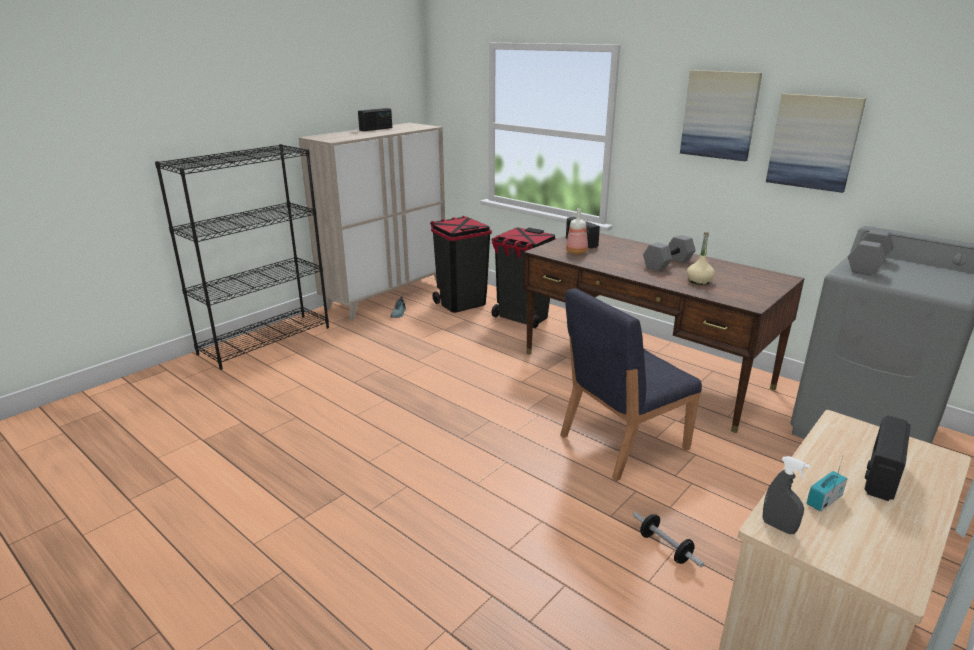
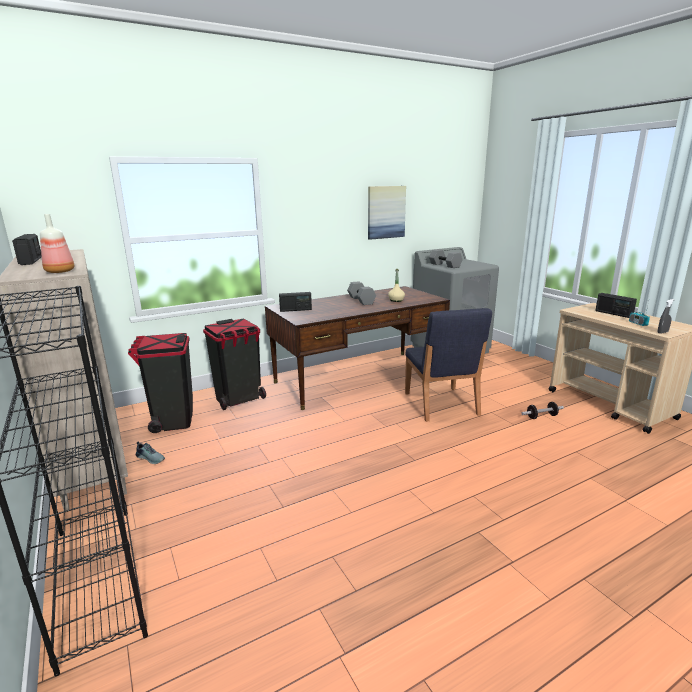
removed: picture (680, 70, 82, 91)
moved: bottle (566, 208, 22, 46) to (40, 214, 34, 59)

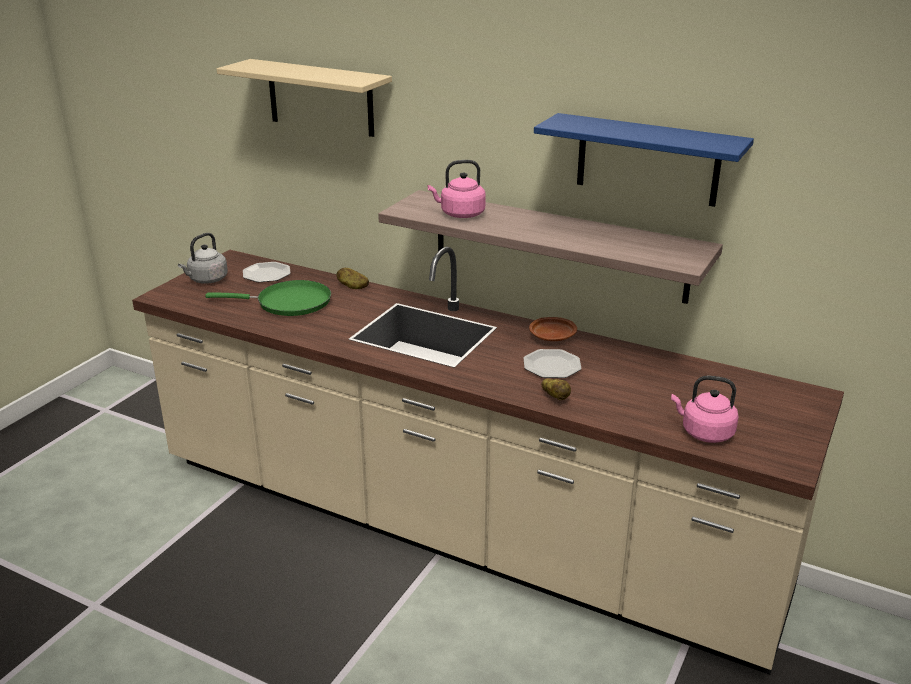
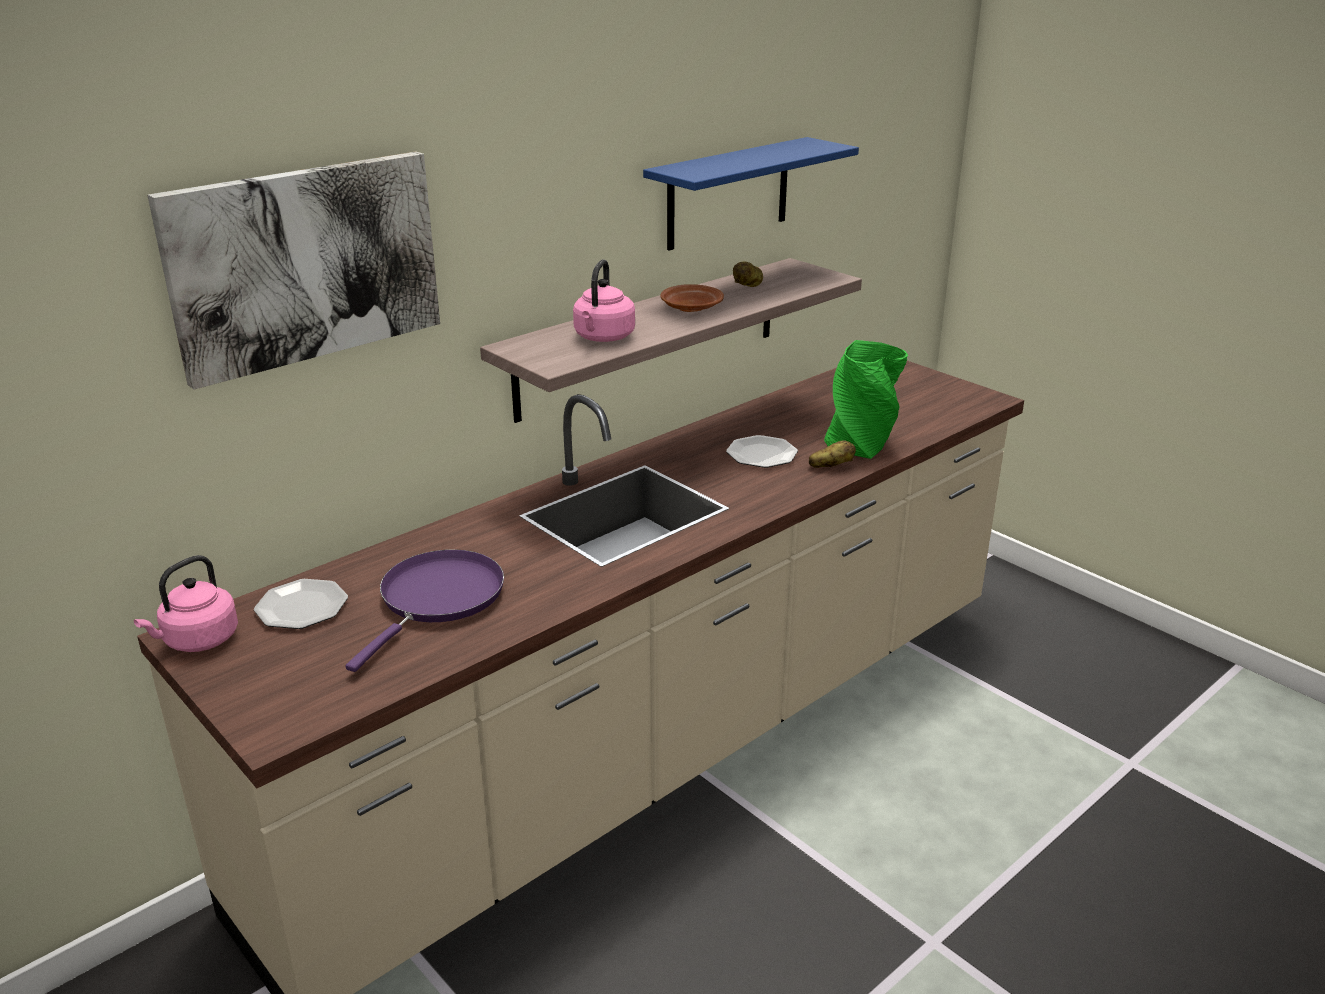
removed: grey kettle (178, 233, 50, 51)
added: green vase (824, 340, 84, 119)
moved: potato (336, 268, 33, 21) to (733, 262, 30, 25); brown plate (529, 317, 48, 24) to (660, 284, 64, 28); pink kettle (671, 376, 68, 67) to (134, 555, 104, 97)
replaced: beige shelf (217, 59, 175, 78) to picture (147, 152, 293, 237)
recoloured: green frying pan (205, 280, 126, 36) to purple frying pan (345, 549, 159, 123)

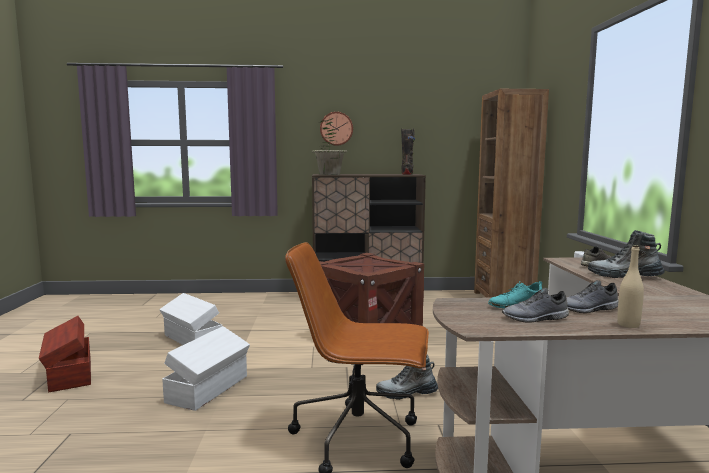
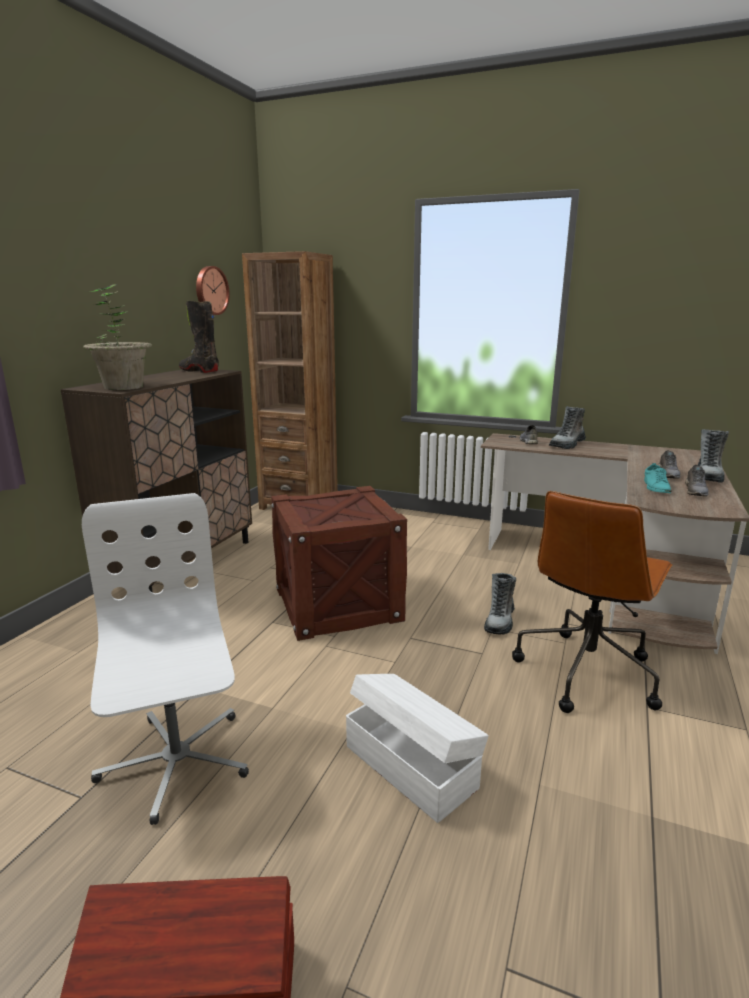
moved: wall clock (320, 112, 33, 34) to (196, 266, 34, 49)
replaced: beige bottle (617, 245, 27, 83) to boot (698, 429, 31, 54); white storage box (159, 293, 63, 52) to white office chair (82, 493, 167, 332)

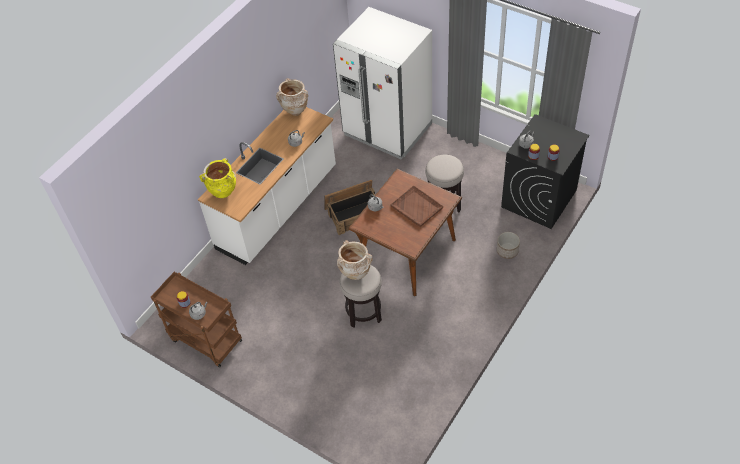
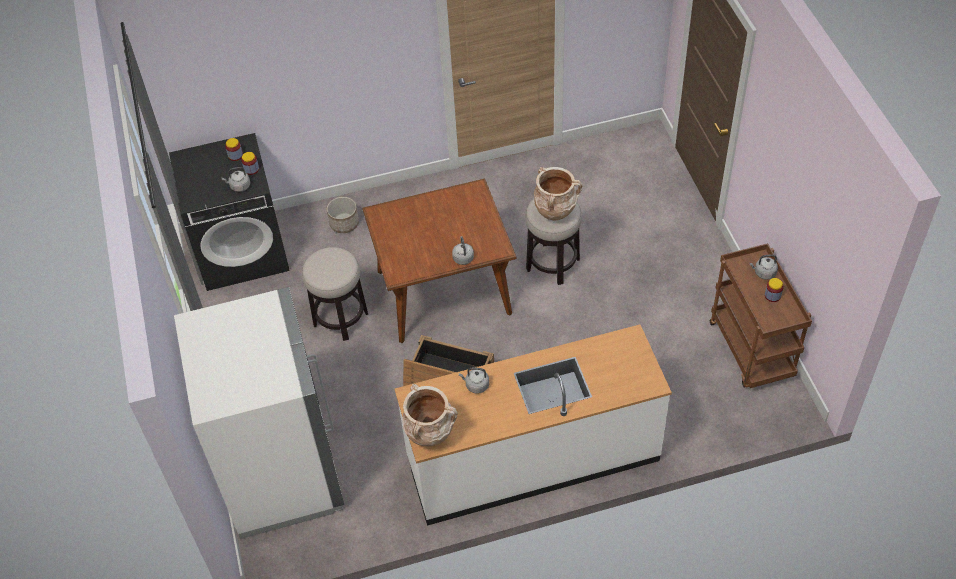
removed: yellow vase (199, 158, 37, 40); brown tray (390, 186, 53, 41)

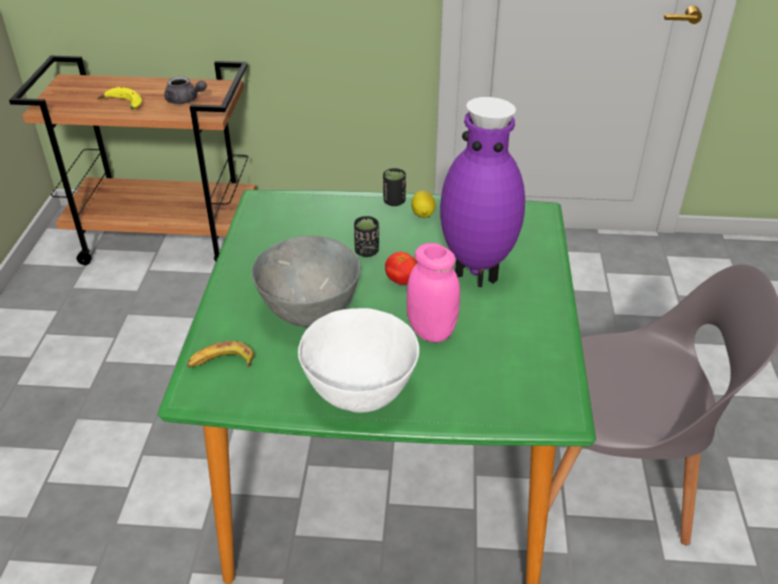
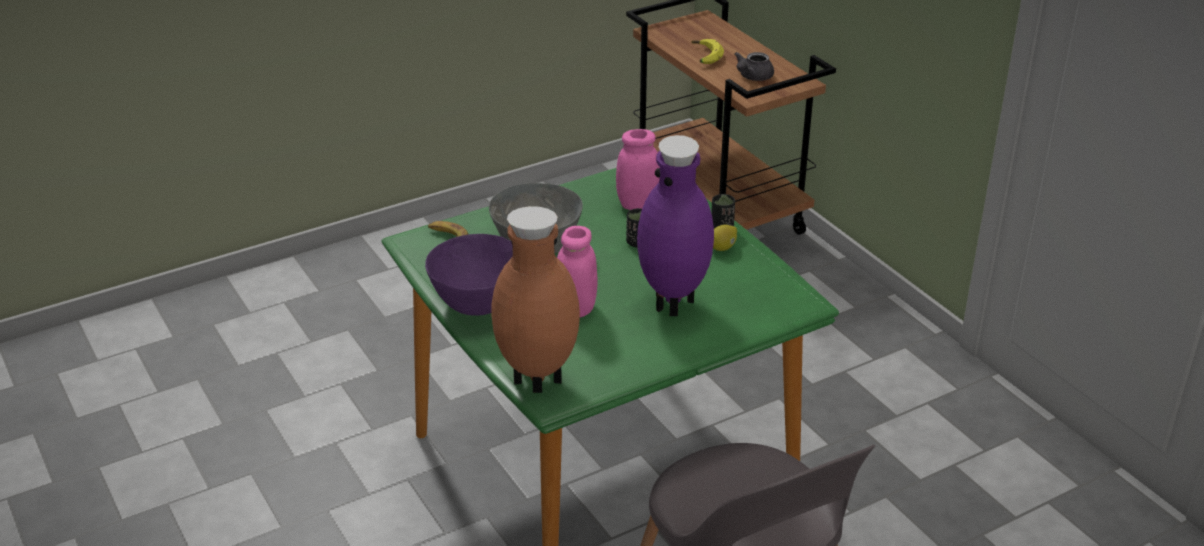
removed: tomato (385, 252, 32, 33)
added: pink jar (616, 129, 44, 81); brown vase (491, 206, 89, 187)
recoloured: white bowl (298, 308, 121, 105) to purple bowl (425, 234, 88, 82)
turned: grey teapot (164, 76, 43, 28) = (734, 52, 40, 29) 45 degrees clockwise

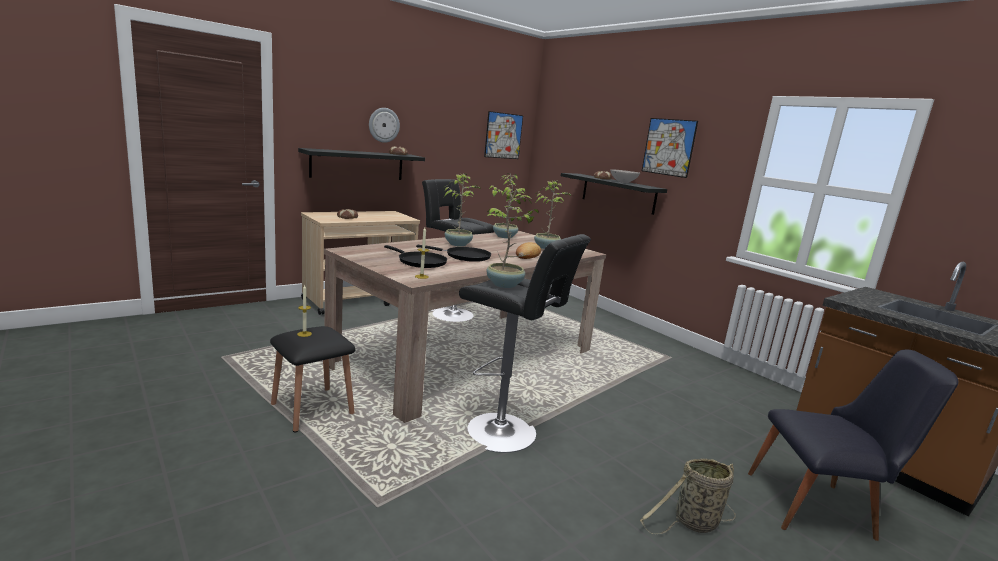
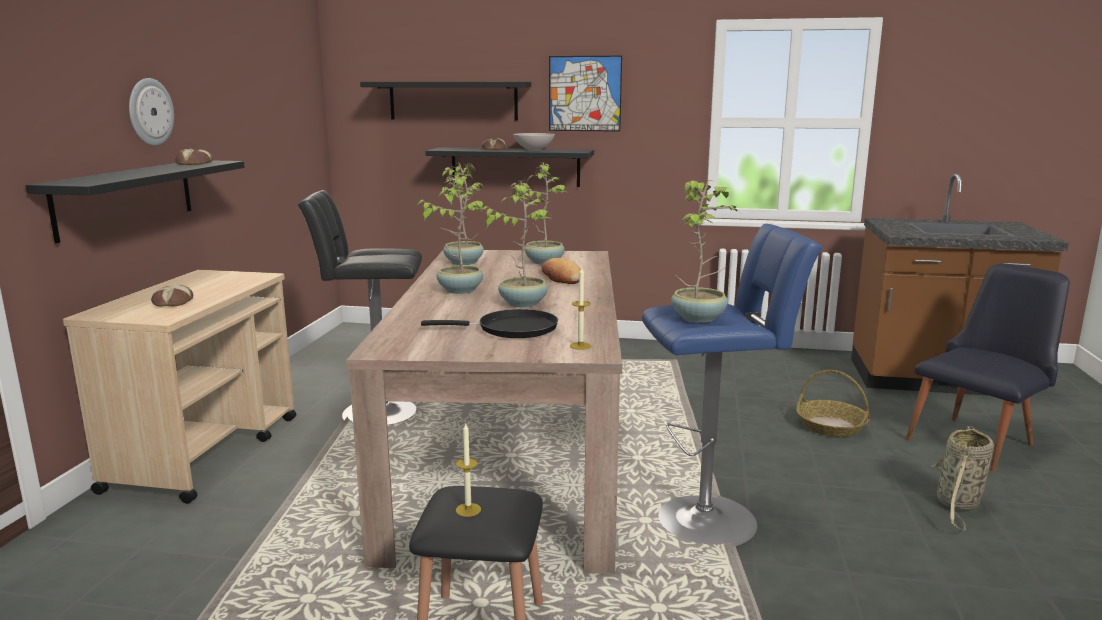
removed: picture (484, 111, 39, 48)
added: black shelf (360, 82, 171, 39); basket (796, 370, 74, 67)
replaced: black frying pan (416, 245, 75, 17) to potted plant (481, 181, 70, 127)
recoloured: black stool (459, 234, 132, 219) to blue stool (642, 224, 180, 323)

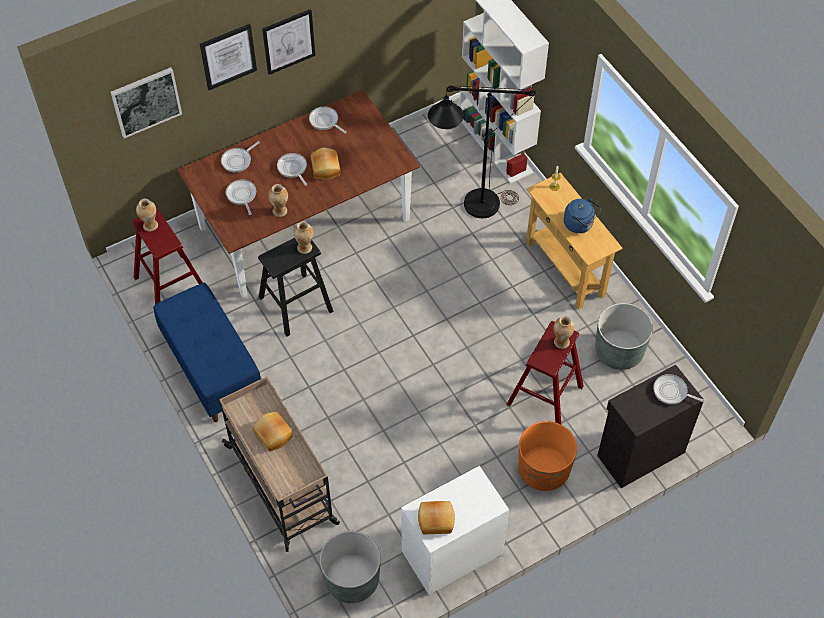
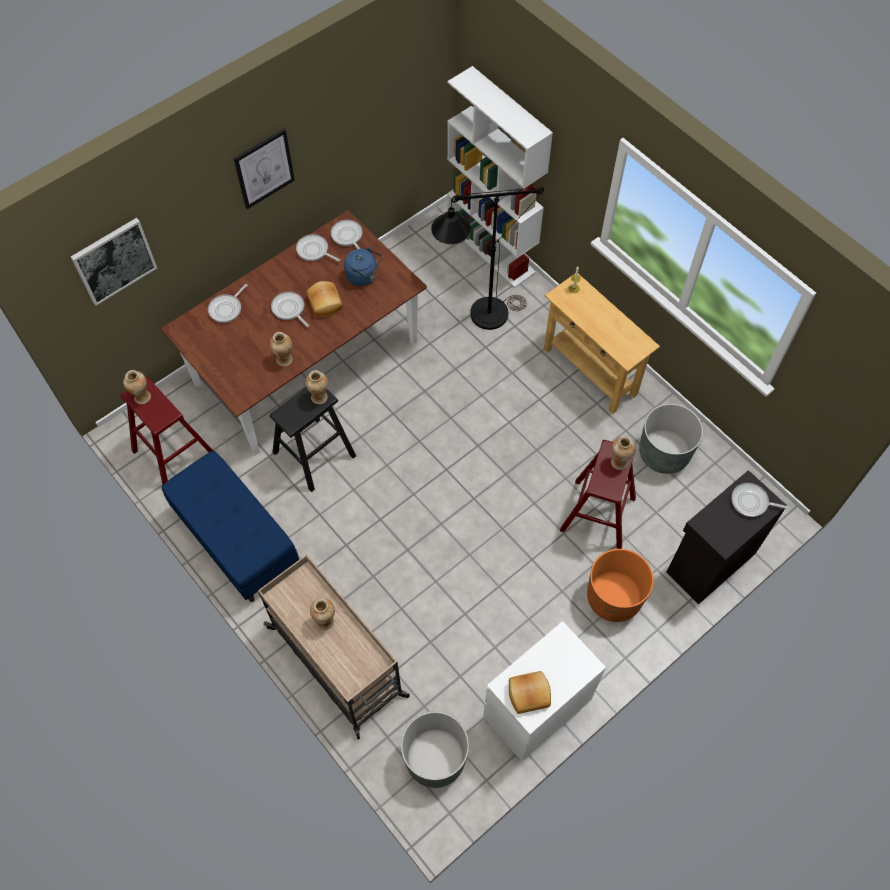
removed: picture (200, 24, 57, 66)
moved: frying pan (226, 179, 30, 36) to (331, 220, 32, 29); blue kettle (564, 198, 38, 35) to (344, 247, 38, 39)
replaced: bread (253, 412, 40, 39) to vase (310, 598, 25, 32)

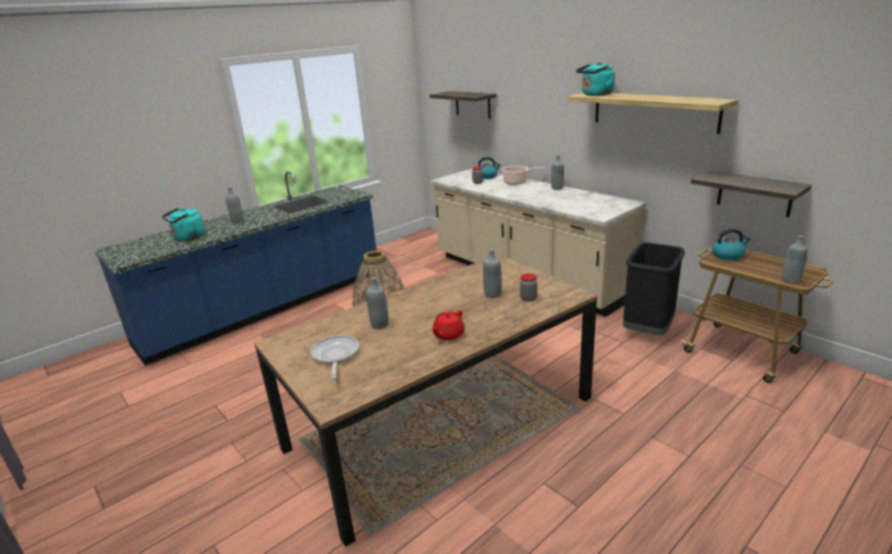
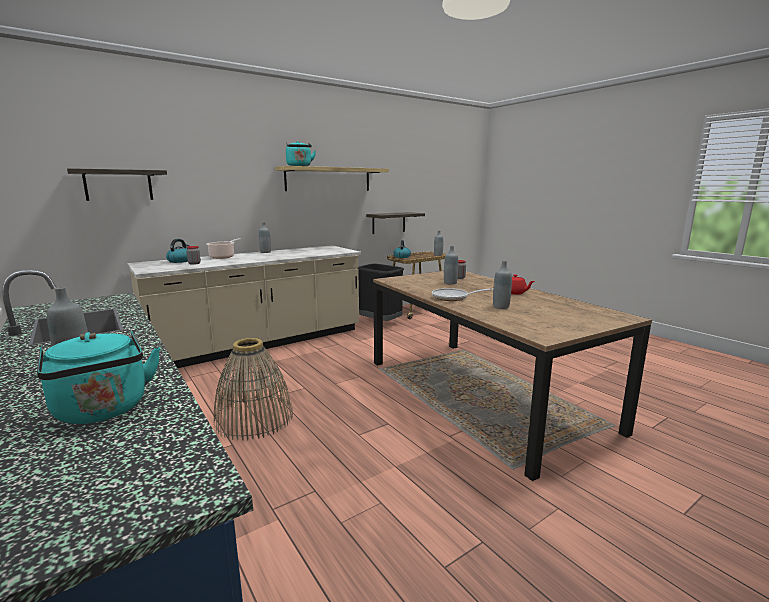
moved: frying pan (311, 335, 48, 45) to (432, 288, 61, 13)

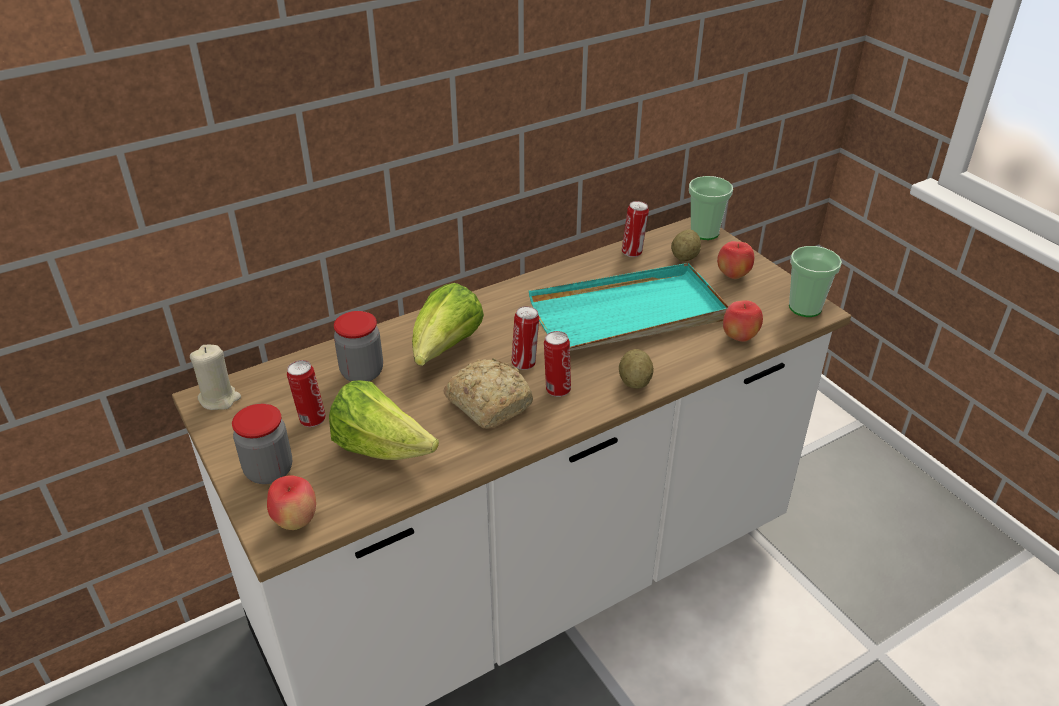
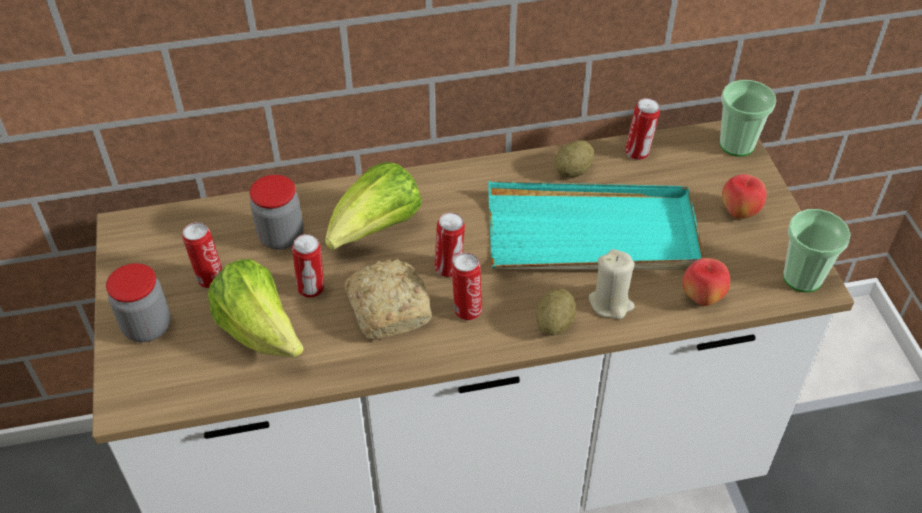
removed: apple (267, 475, 49, 55)
added: can (292, 234, 32, 64)
moved: potato (671, 230, 30, 31) to (555, 140, 39, 37); beige candle (190, 345, 51, 65) to (589, 249, 45, 70)

